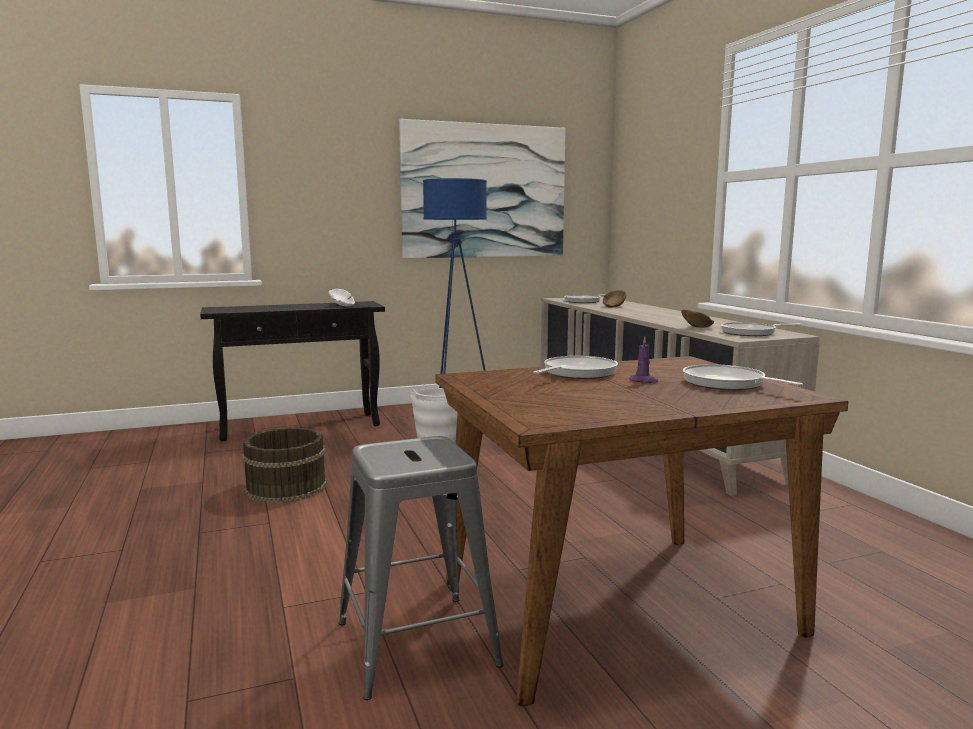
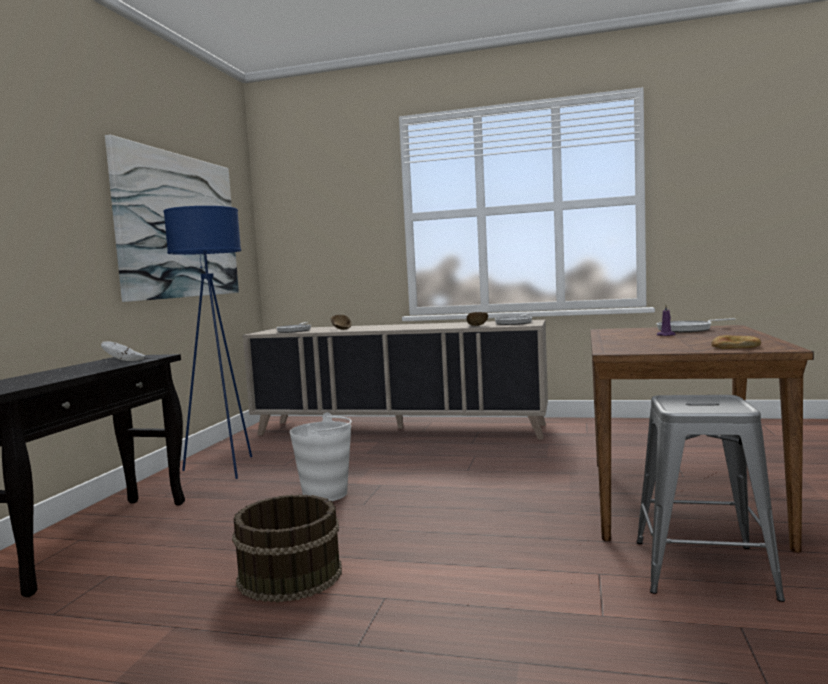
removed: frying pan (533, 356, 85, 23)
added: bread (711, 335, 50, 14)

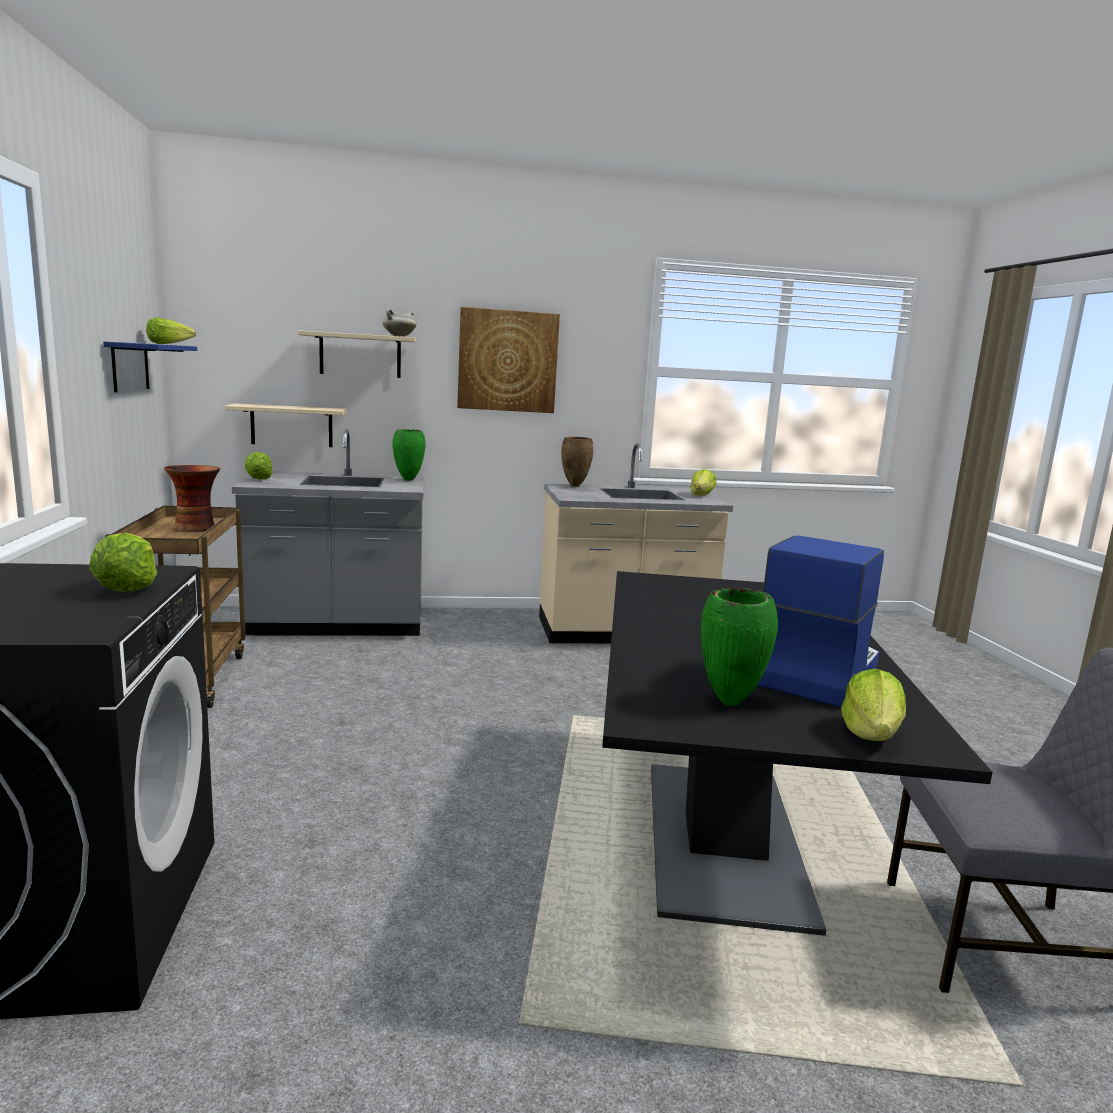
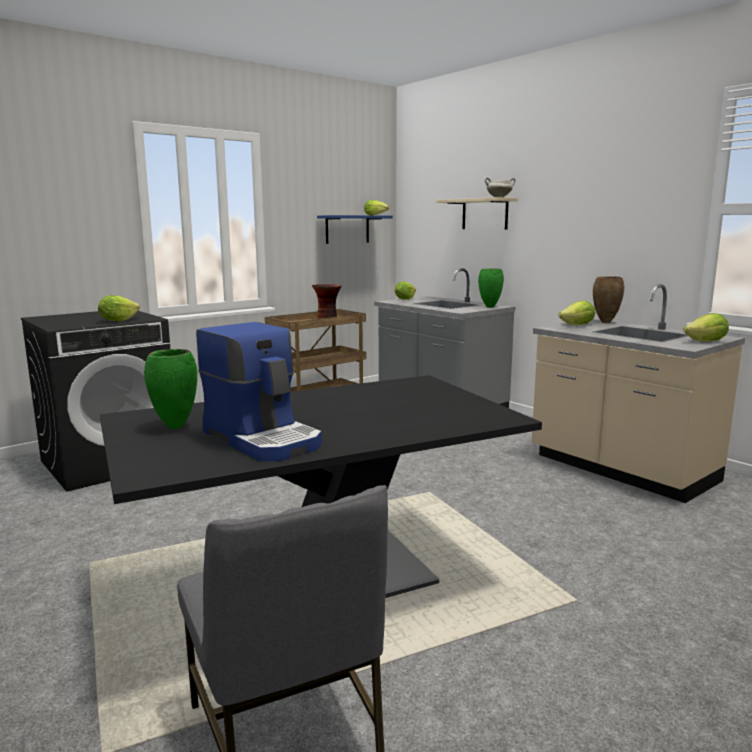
removed: picture (457, 307, 103, 106); beige shelf (224, 403, 123, 44)
moved: lettuce (841, 668, 65, 73) to (559, 301, 36, 24)
turned: coffee machine (757, 535, 127, 173) = (196, 322, 126, 140) 45 degrees clockwise

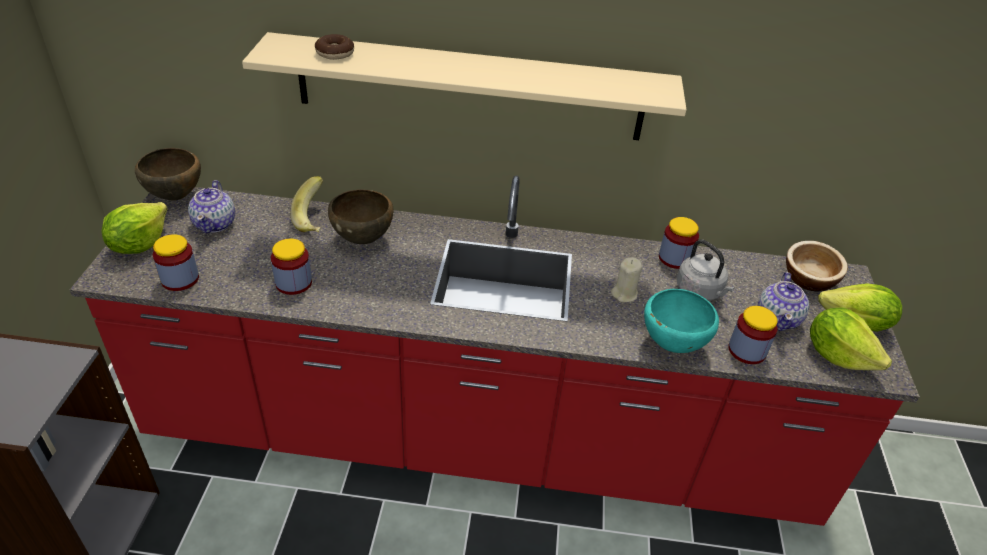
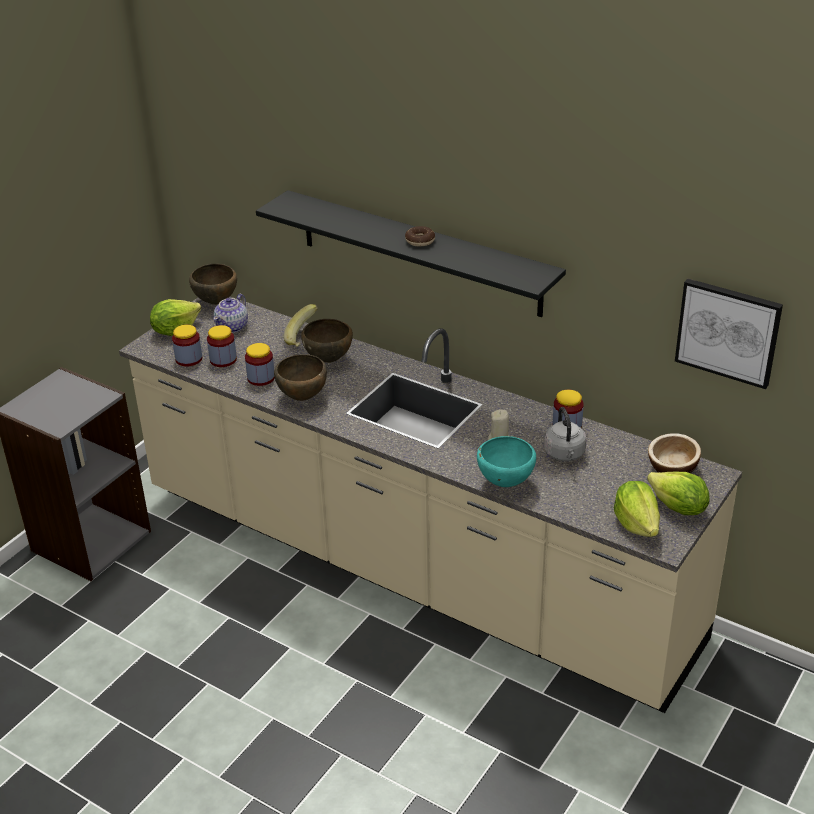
removed: teapot (758, 272, 52, 59)
added: picture (675, 279, 108, 110); brown bowl (274, 354, 53, 47)
moved: donut (315, 34, 39, 26) to (405, 226, 30, 20); jar (728, 306, 49, 58) to (207, 325, 30, 42)
recoloured: beige shelf (242, 32, 445, 108) to black shelf (256, 190, 310, 127); red counter (70, 175, 850, 351) to beige counter (119, 297, 623, 416)

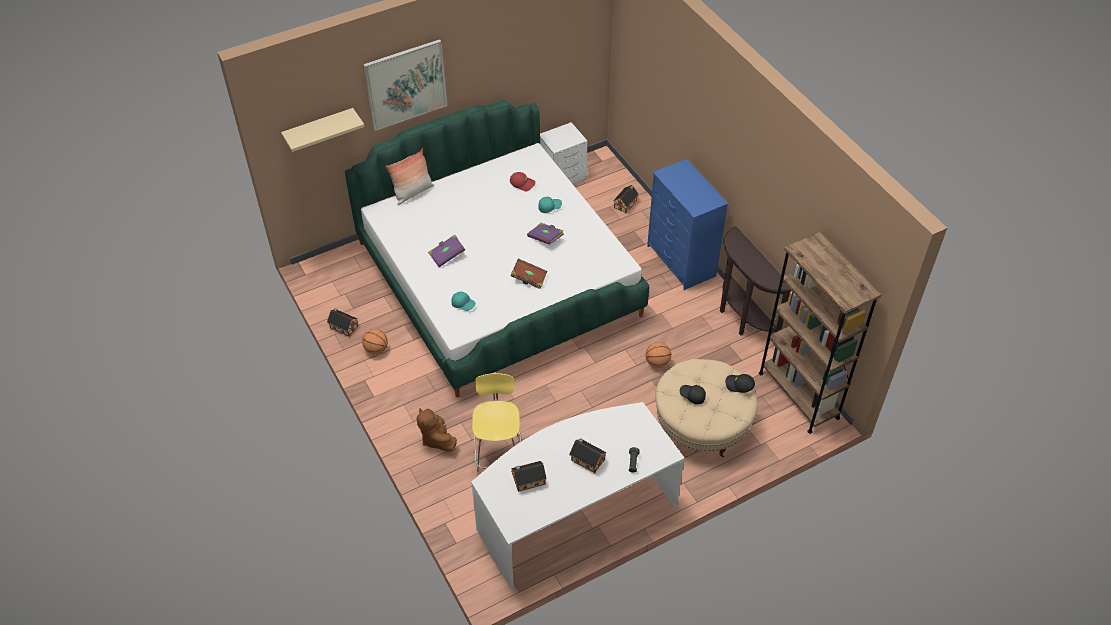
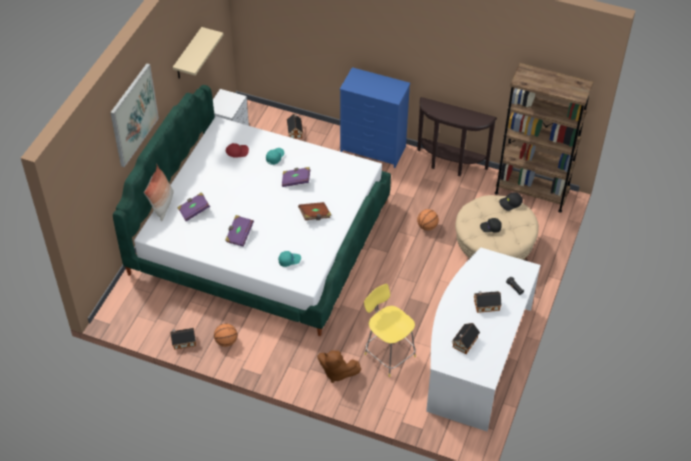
added: purple book (177, 192, 33, 29)
moved: beige shelf (281, 108, 84, 44) to (173, 27, 51, 51)

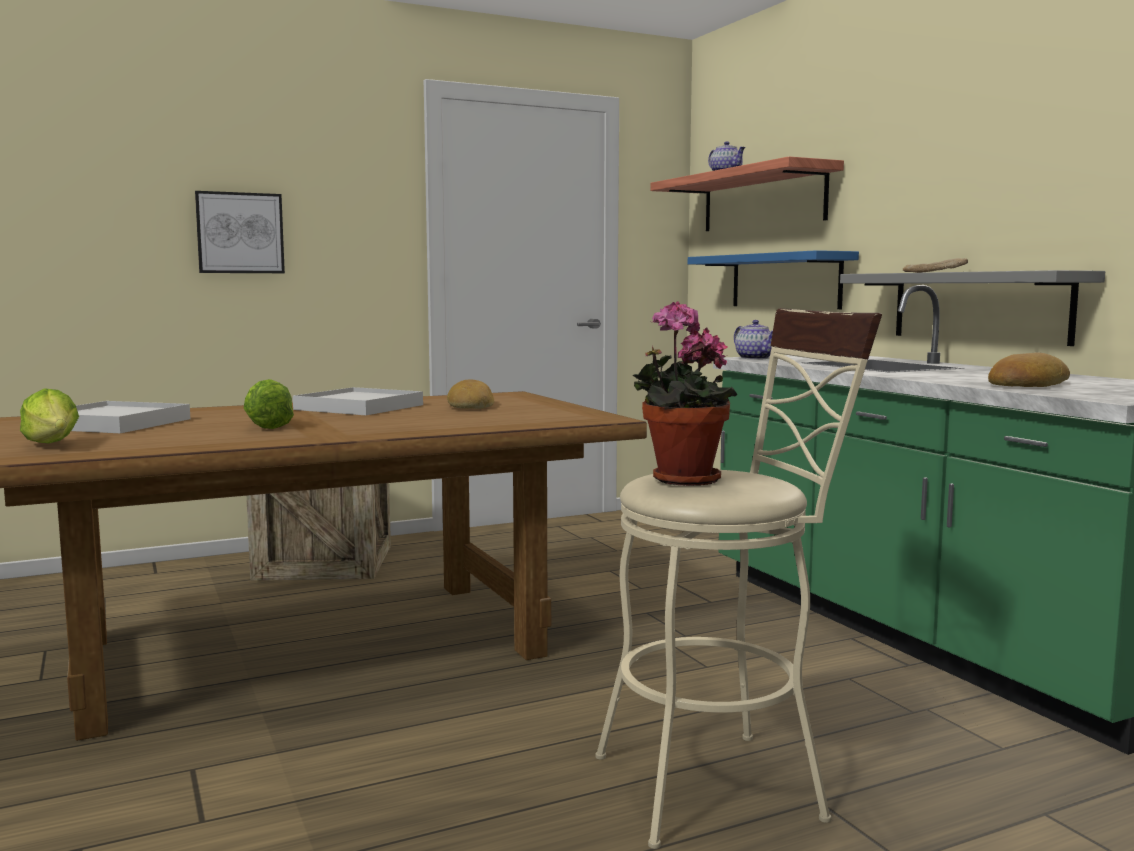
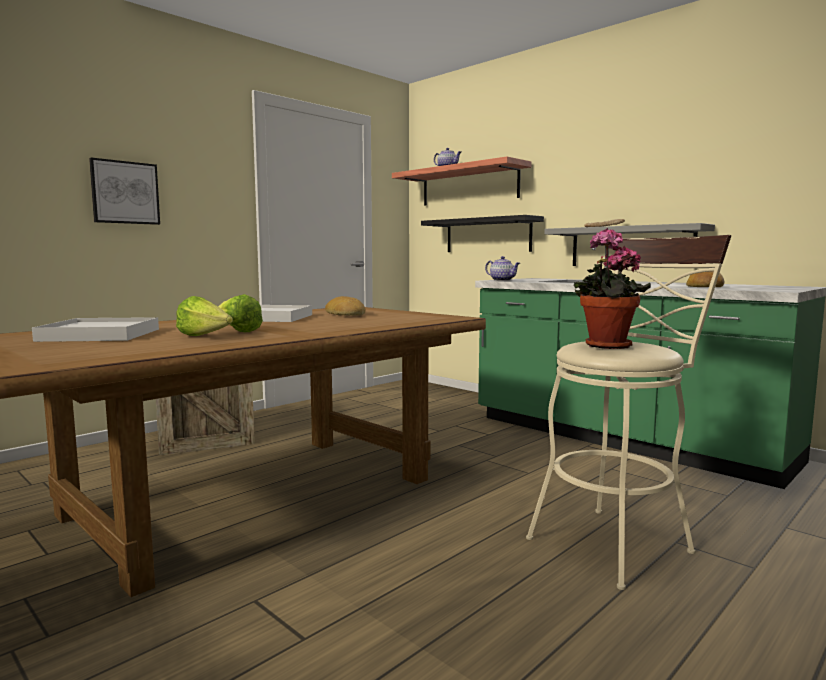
moved: lettuce (20, 388, 59, 55) to (176, 296, 57, 40)
recoloured: blue shelf (688, 250, 171, 59) to black shelf (421, 215, 123, 37)

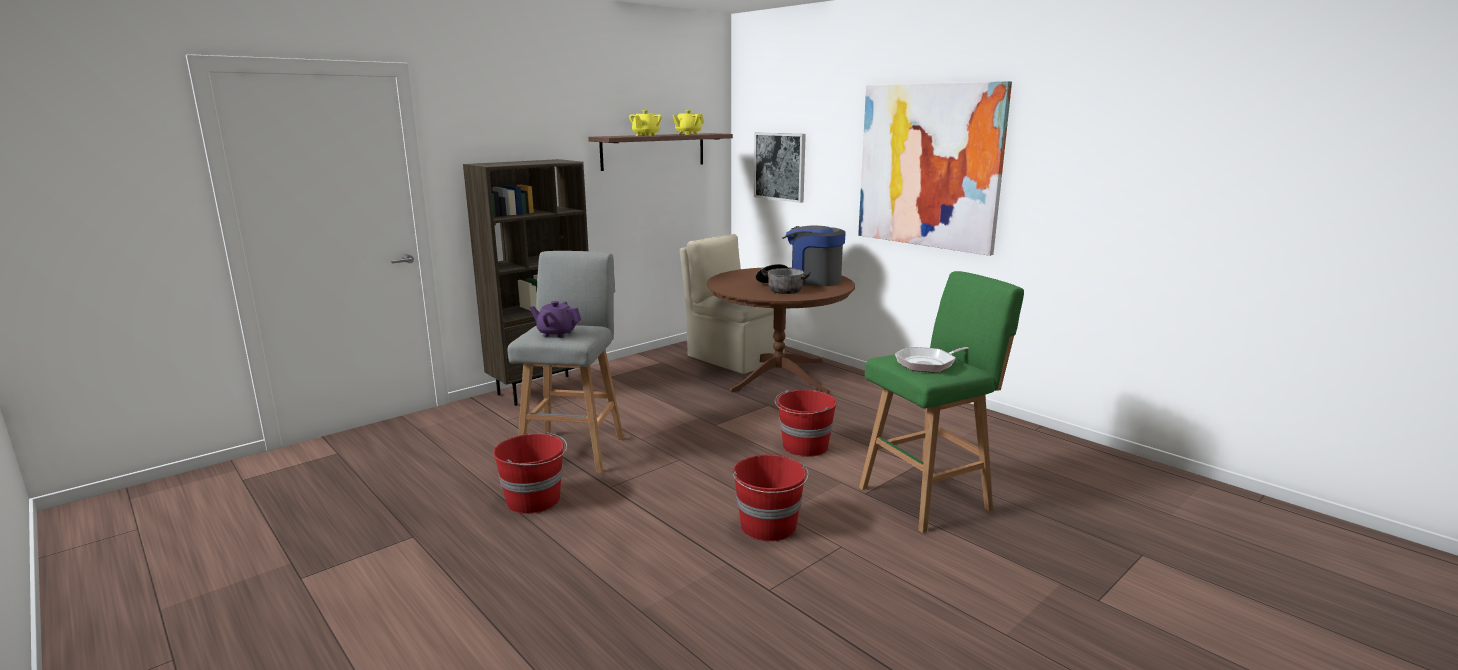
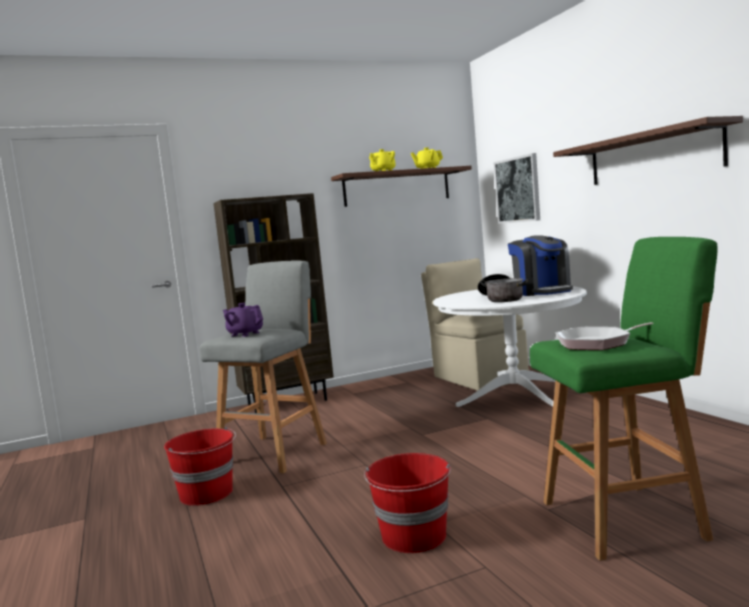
removed: red bucket (775, 390, 62, 67)
replaced: picture (858, 81, 154, 175) to shelf (553, 116, 190, 69)
recoloured: brown dining table (707, 268, 148, 126) to white dining table (433, 286, 154, 121)
turned: coffee machine (782, 226, 64, 60) = (508, 235, 65, 61) 150 degrees counterclockwise

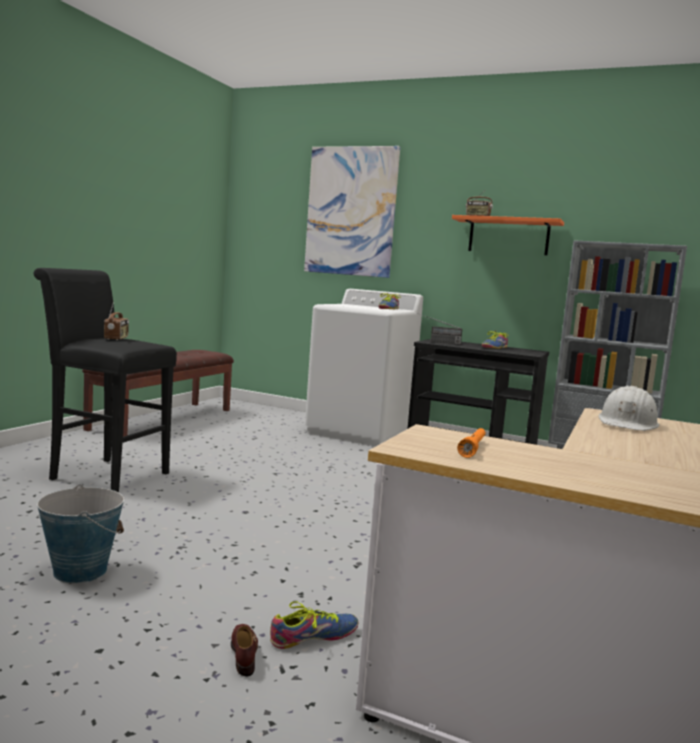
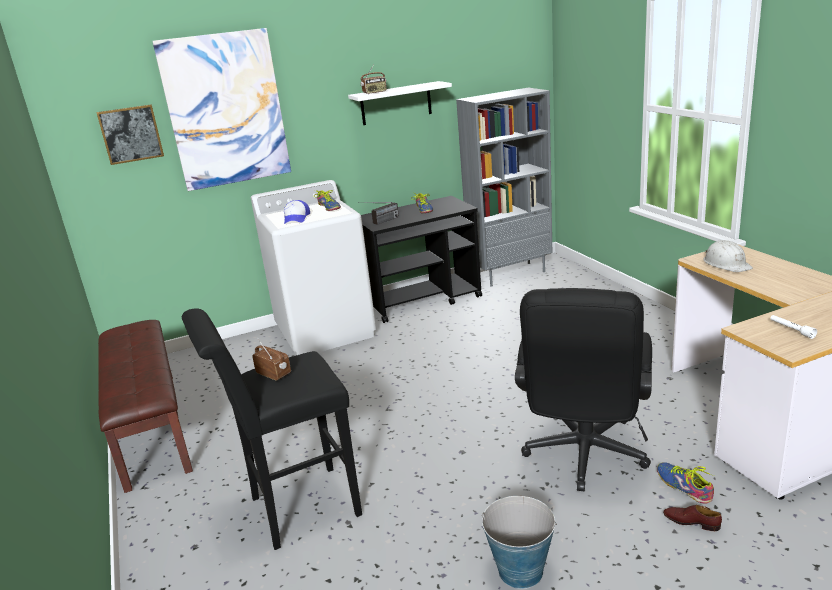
added: picture (96, 105, 68, 60); cap (284, 200, 26, 24); black office chair (515, 288, 137, 204)
recoloured: orange shelf (452, 215, 112, 40) to white shelf (348, 81, 104, 44); orange flashlight (457, 428, 29, 30) to white flashlight (770, 315, 47, 24)
turned: shoe (270, 602, 88, 47) = (657, 462, 57, 42) 45 degrees counterclockwise

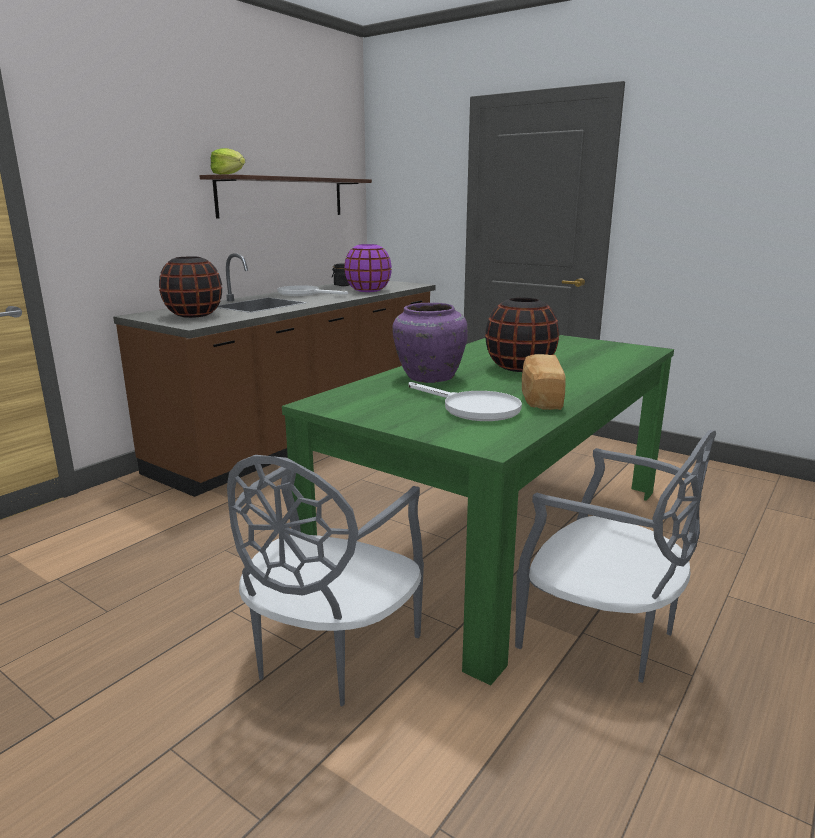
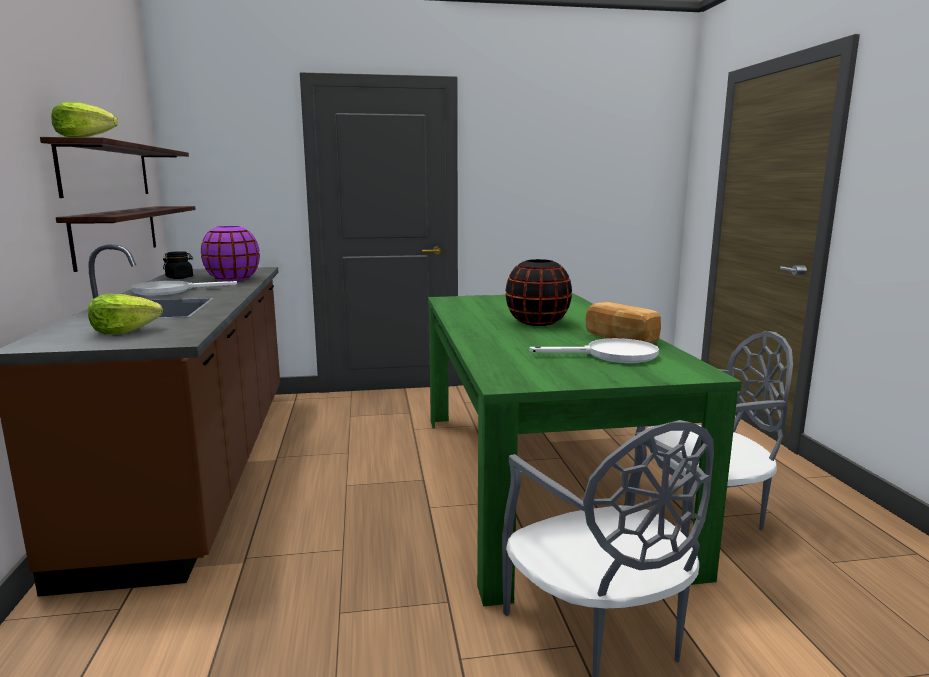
removed: purple vase (392, 303, 76, 80)
added: shelf (56, 206, 140, 66)
replaced: black vase (159, 257, 63, 61) to lettuce (88, 294, 75, 40)

